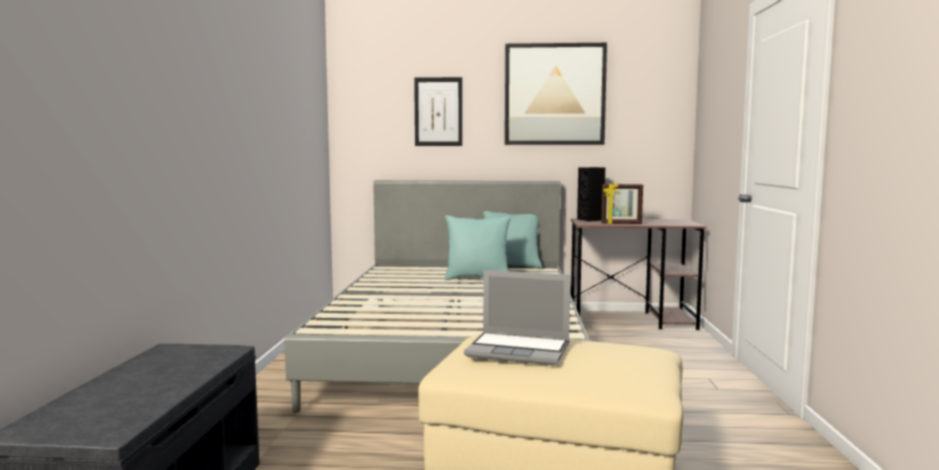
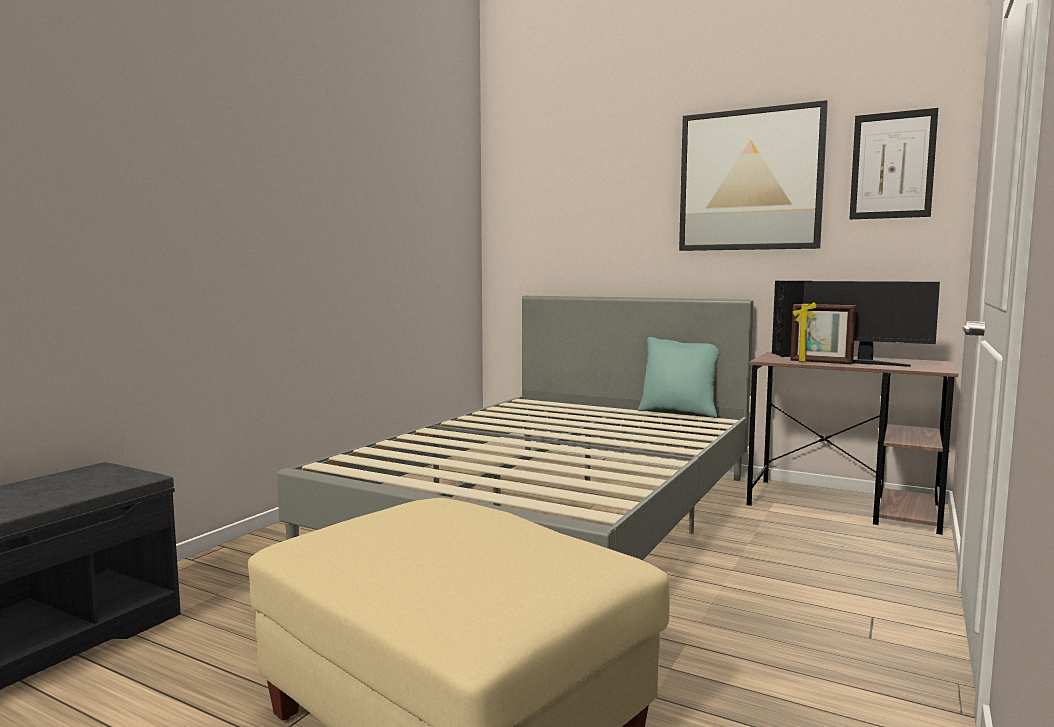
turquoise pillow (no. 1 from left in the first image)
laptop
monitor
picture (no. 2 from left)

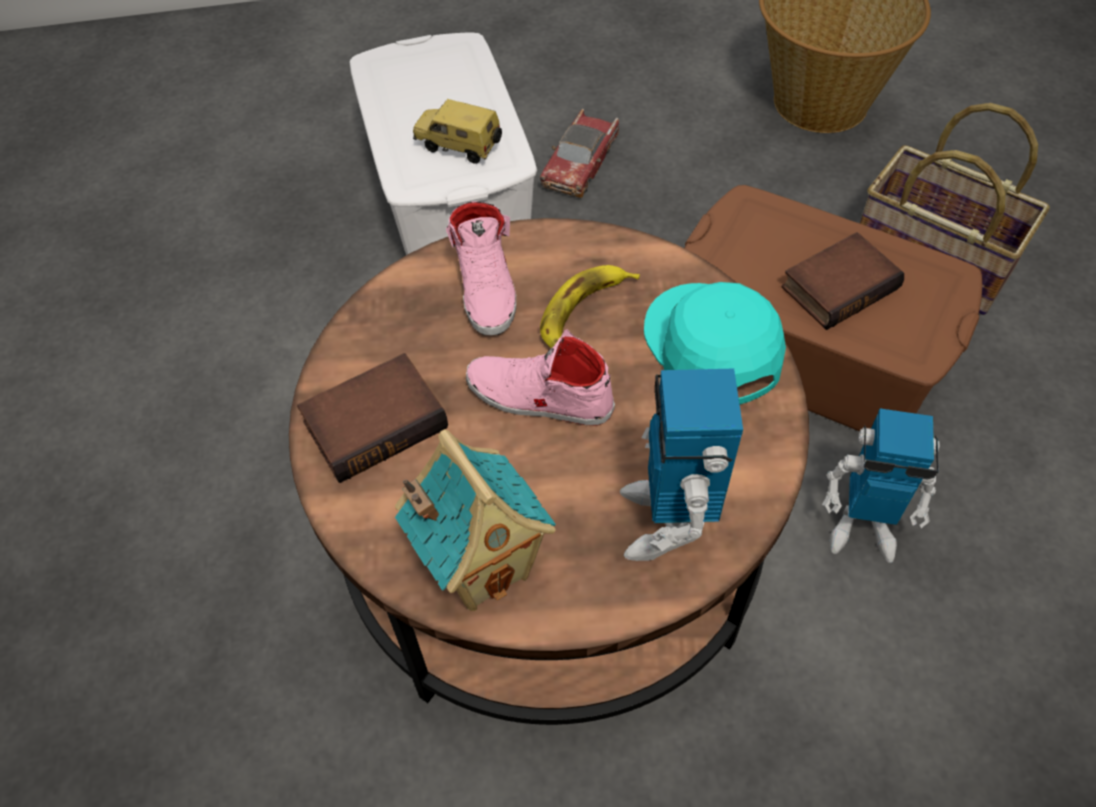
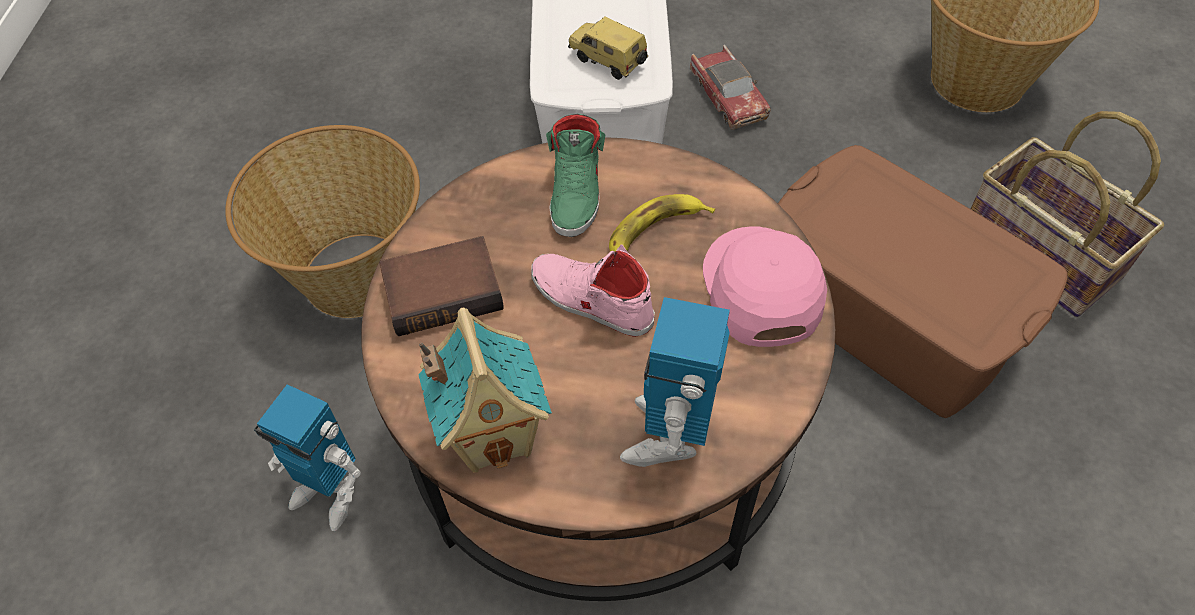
book (no. 2 from left in the first image)
basket (no. 1 from left)
toy robot (no. 1 from left)
green shoe
pink cap
toy car (no. 2 from left)

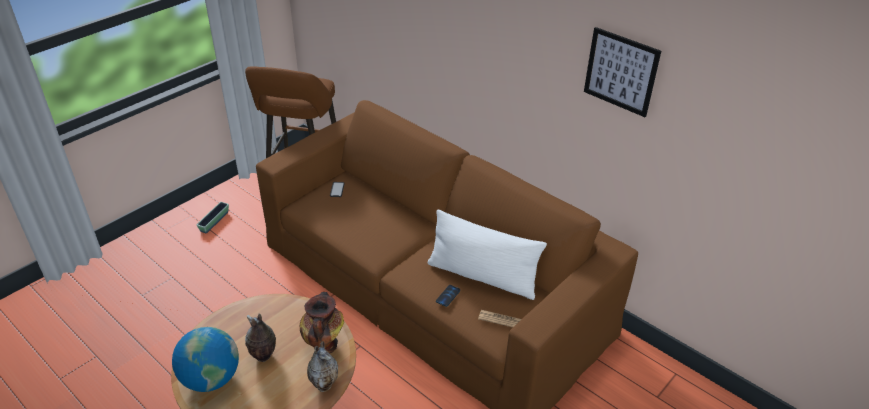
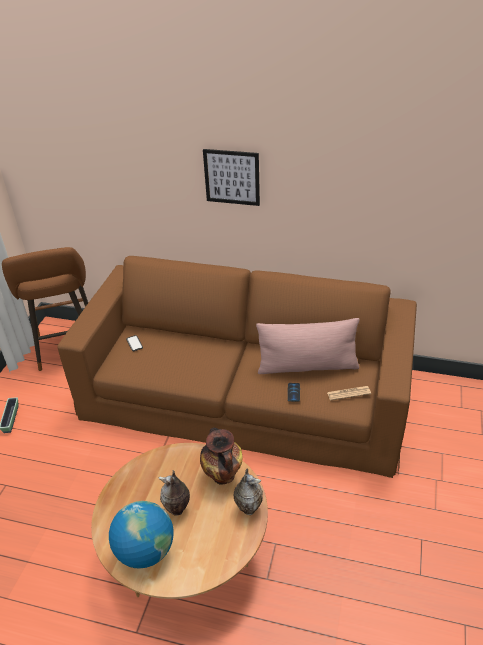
picture
pink pillow

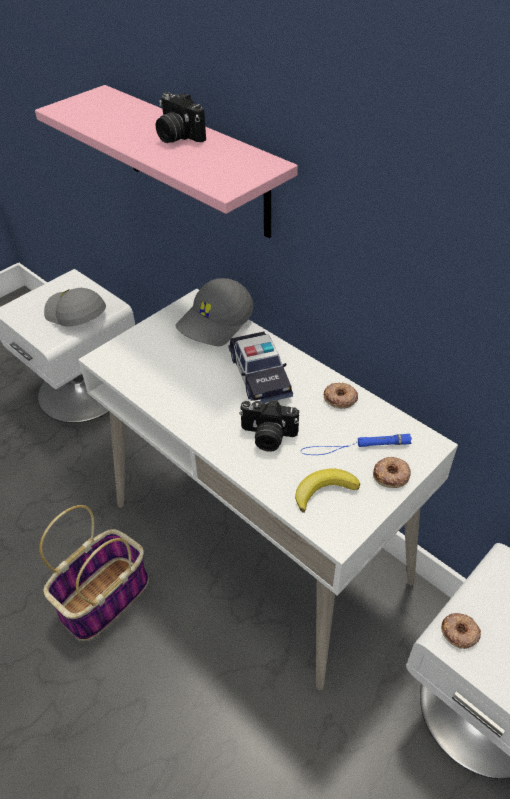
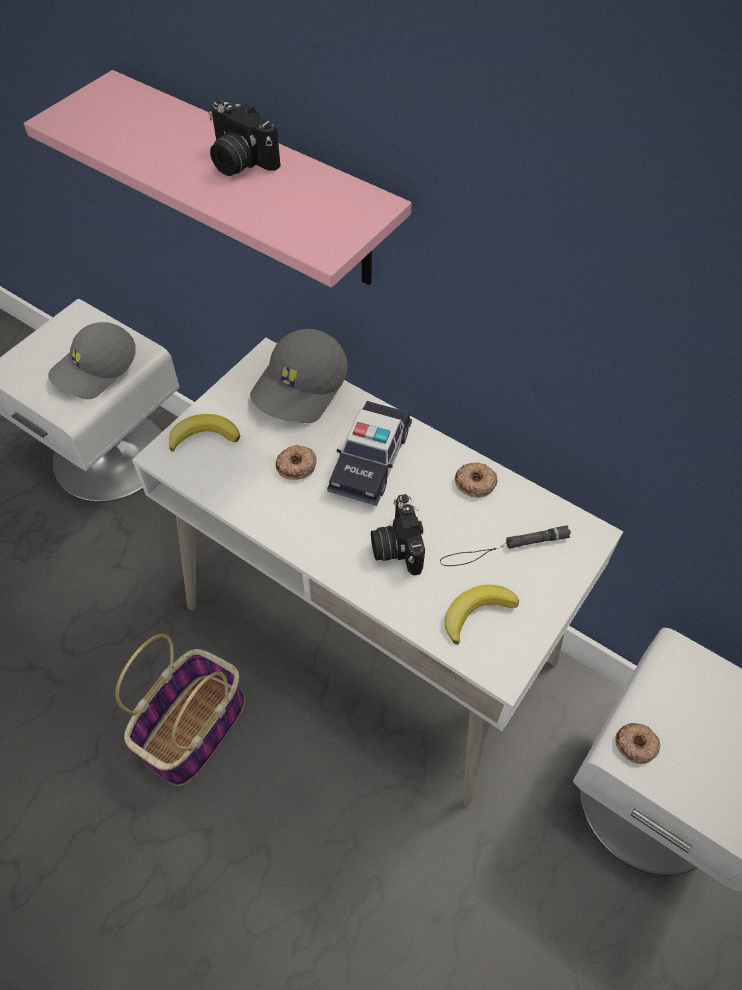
banana (no. 1 from left)
donut (no. 1 from left)
black flashlight
grey cap (no. 1 from left)
toy car
photo camera (no. 2 from left)

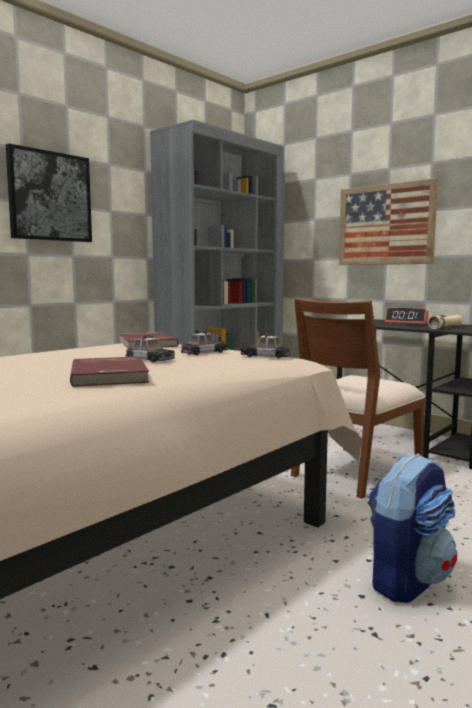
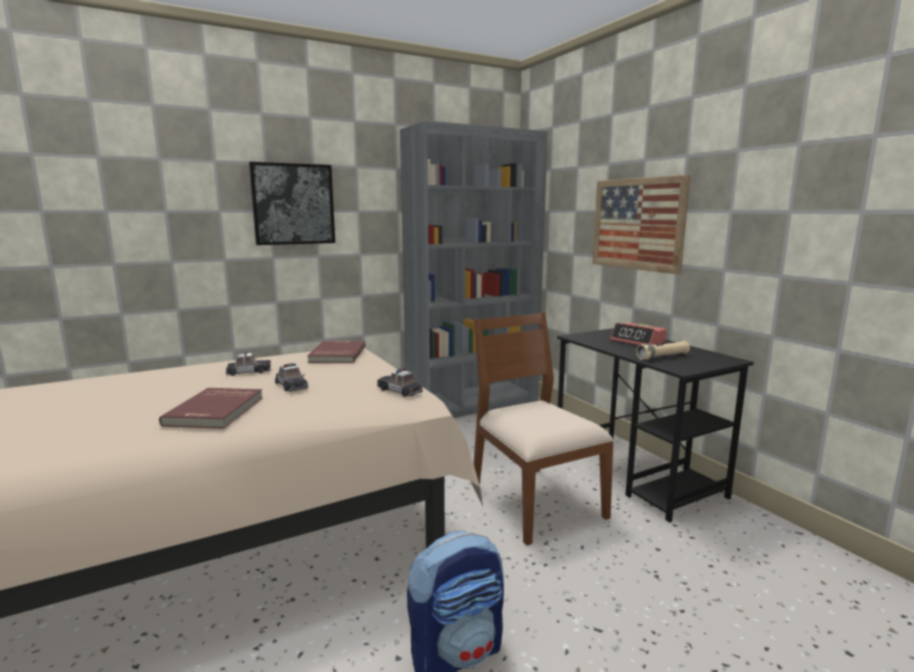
toy car (no. 1 from left)
brown chair

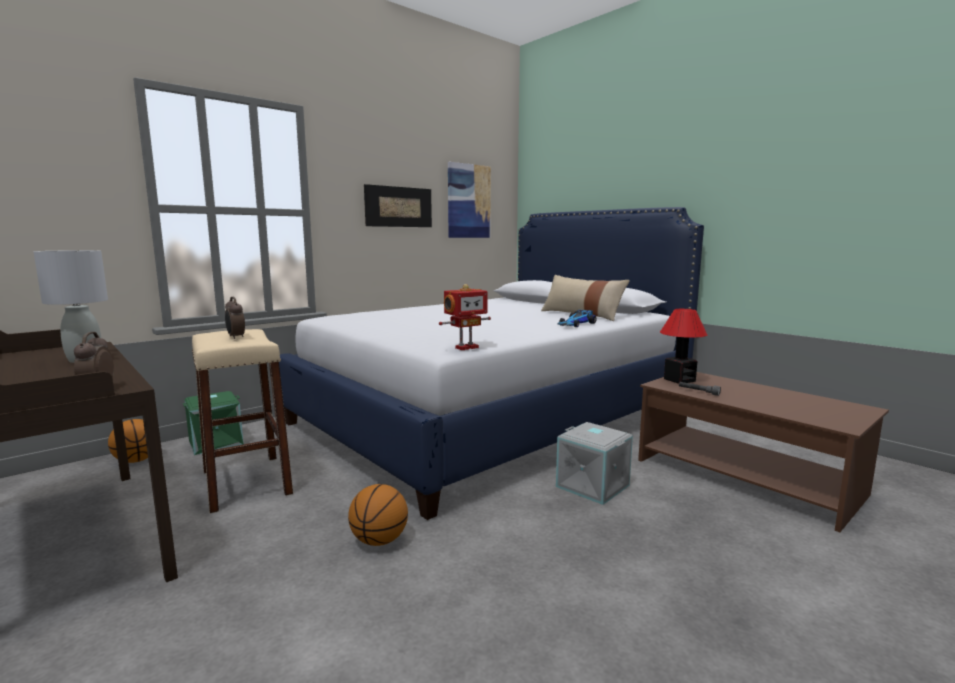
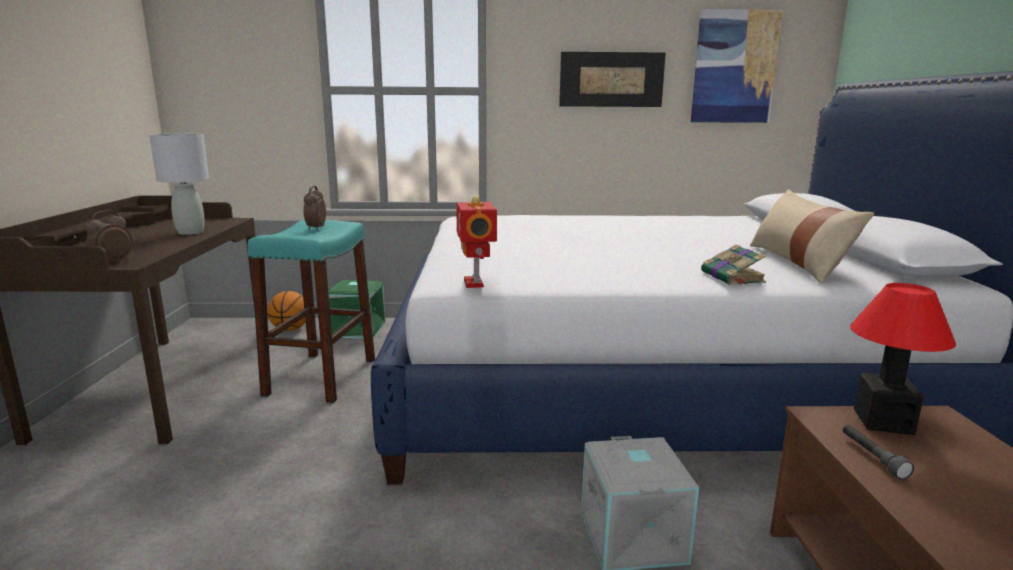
basketball (no. 2 from left in the first image)
book
turquoise stool
toy robot

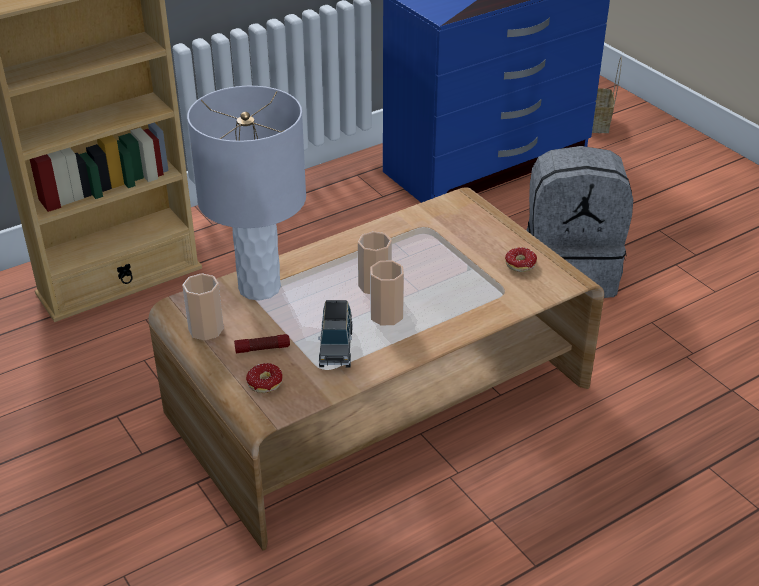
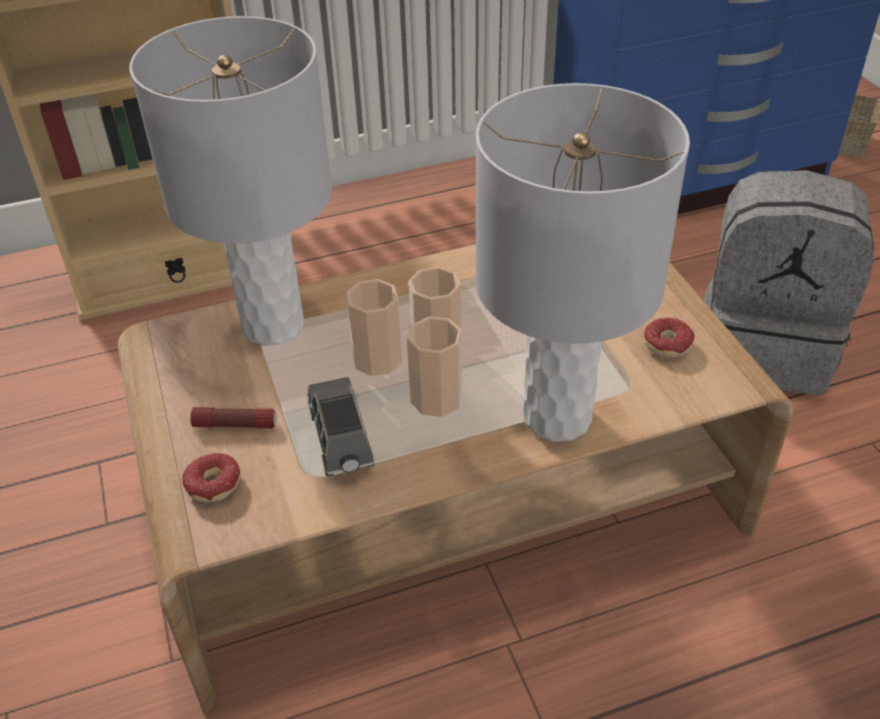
grey table lamp (no. 2 from left)
cup (no. 1 from left)
grey toy car

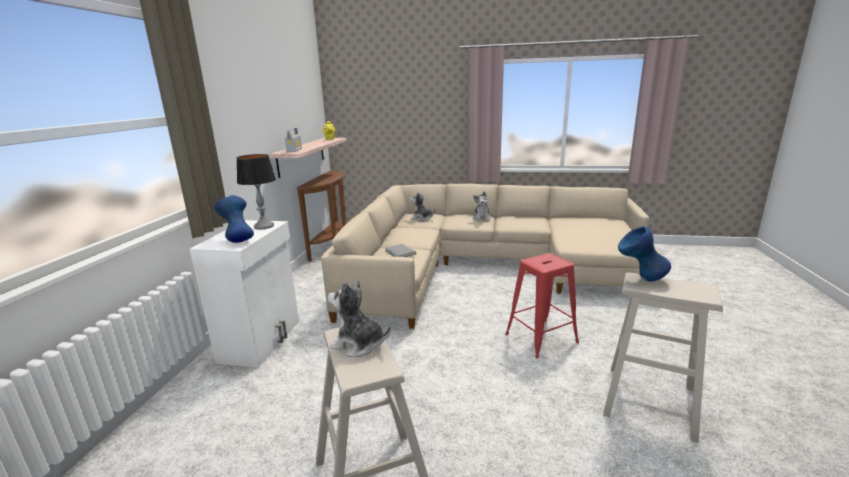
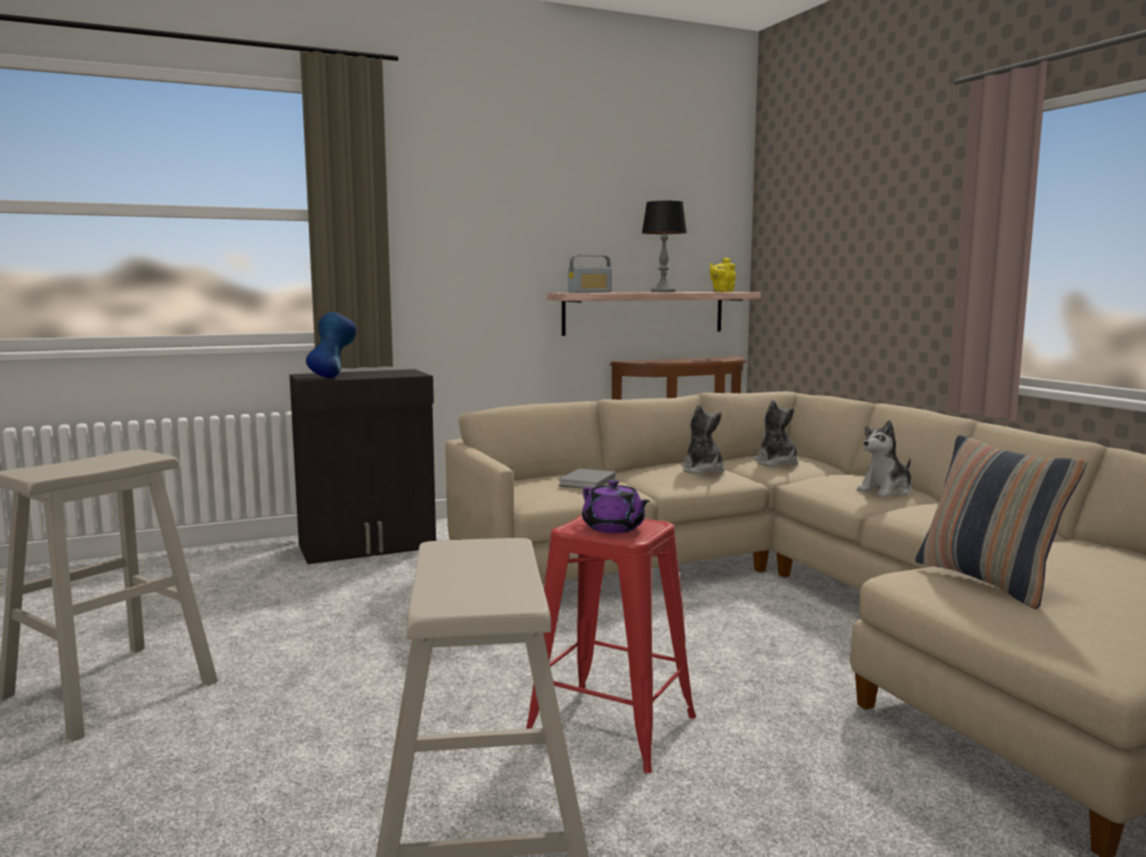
blue vase (no. 2 from left in the first image)
purple teapot
pillow
table lamp
plush toy (no. 1 from left)
black cabinet

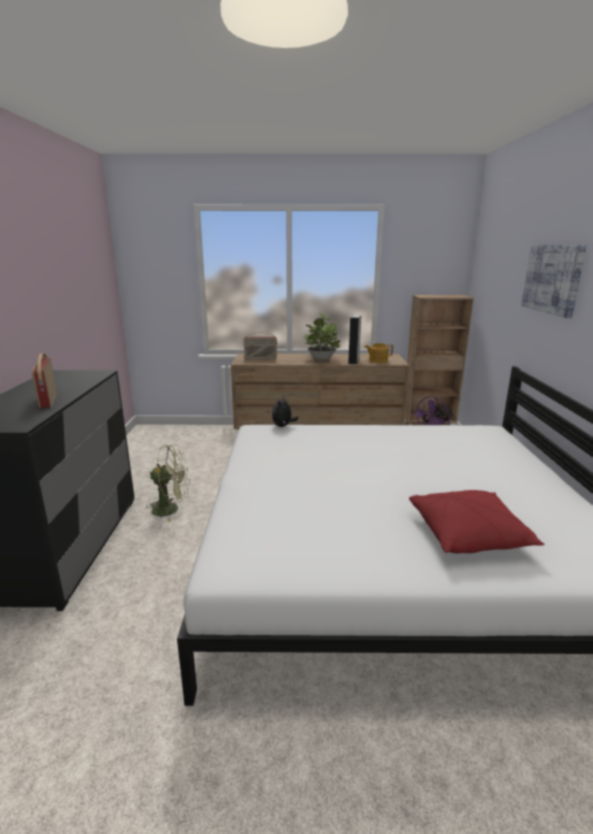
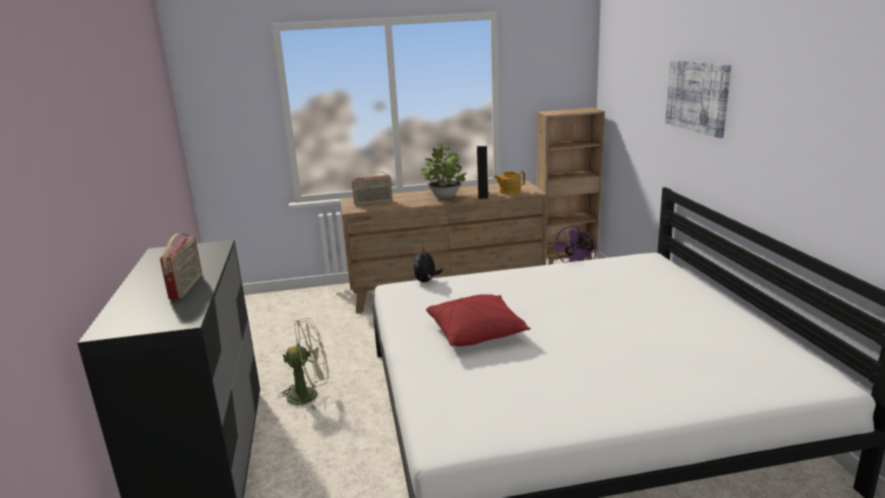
red pillow
radio (no. 1 from left)

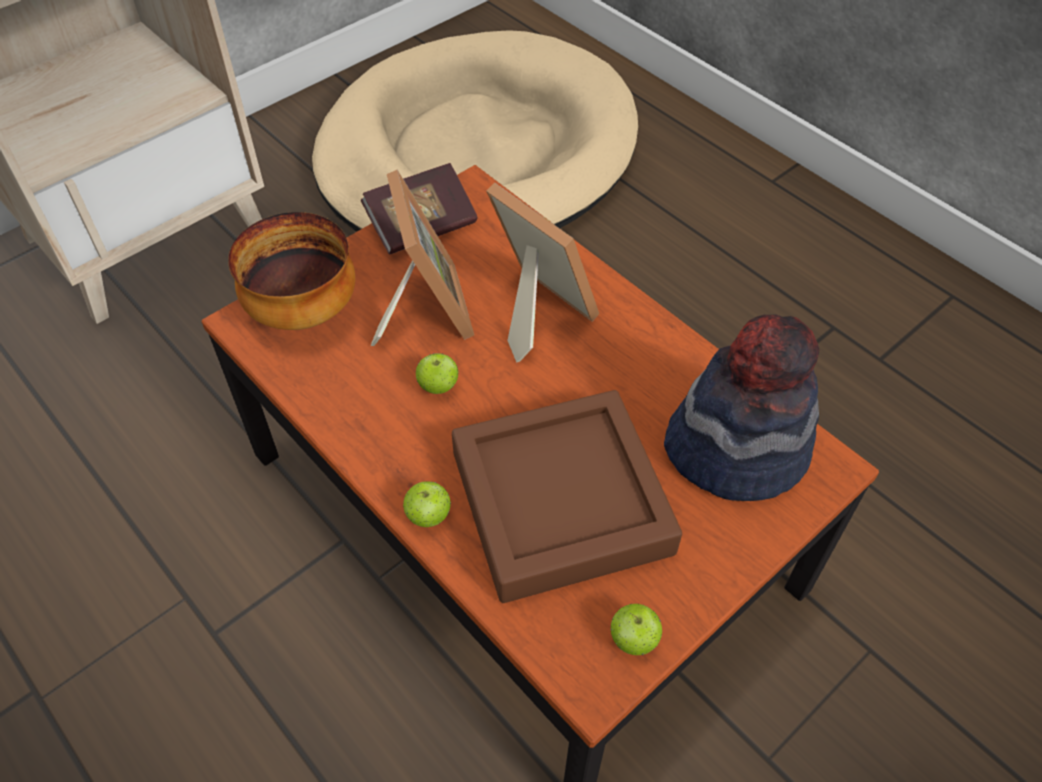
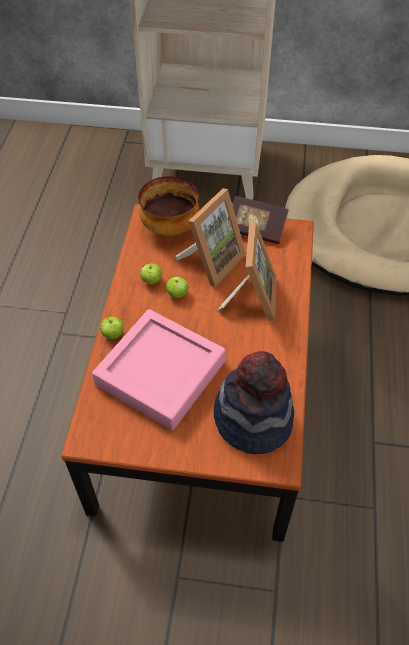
apple (no. 2 from left)
pink tray

